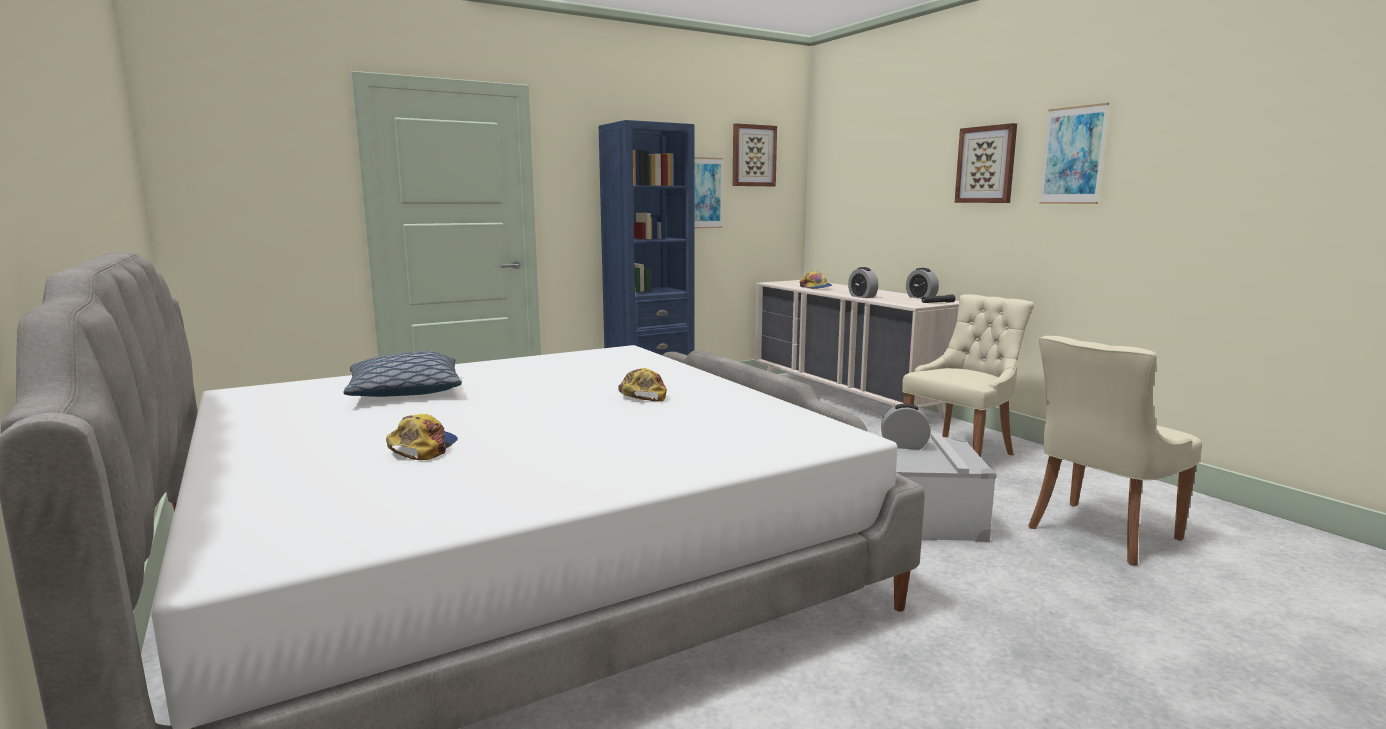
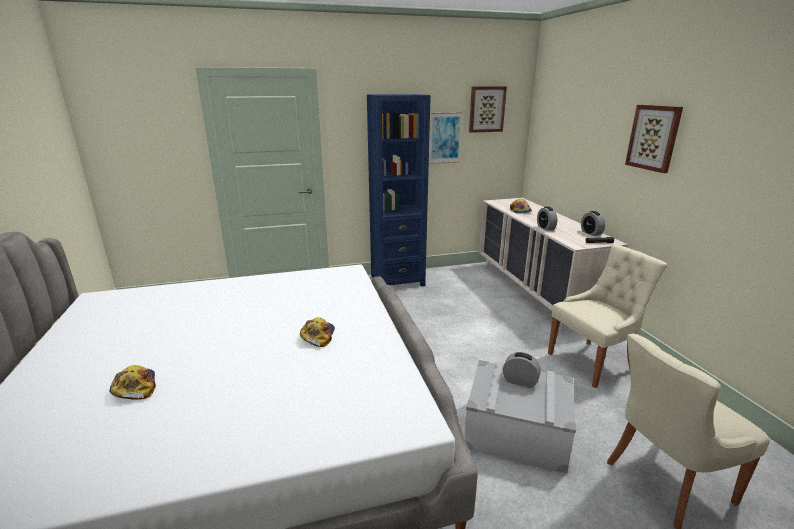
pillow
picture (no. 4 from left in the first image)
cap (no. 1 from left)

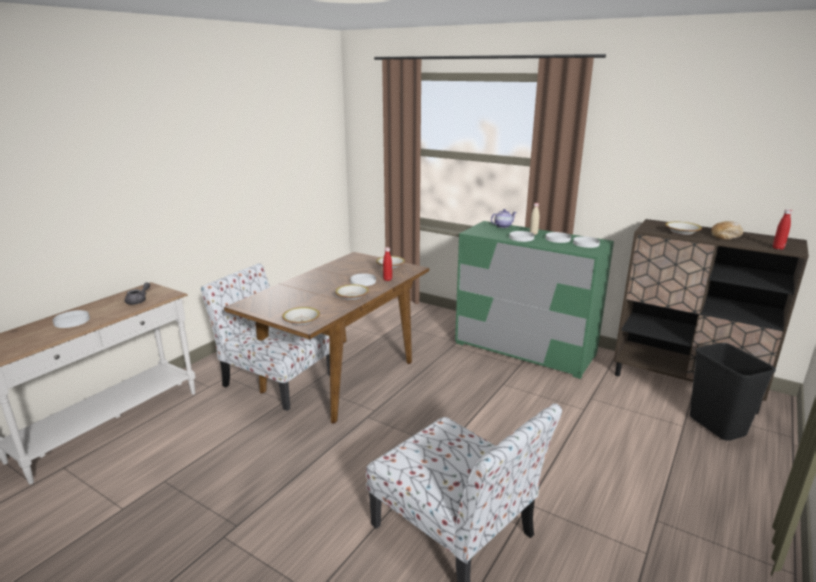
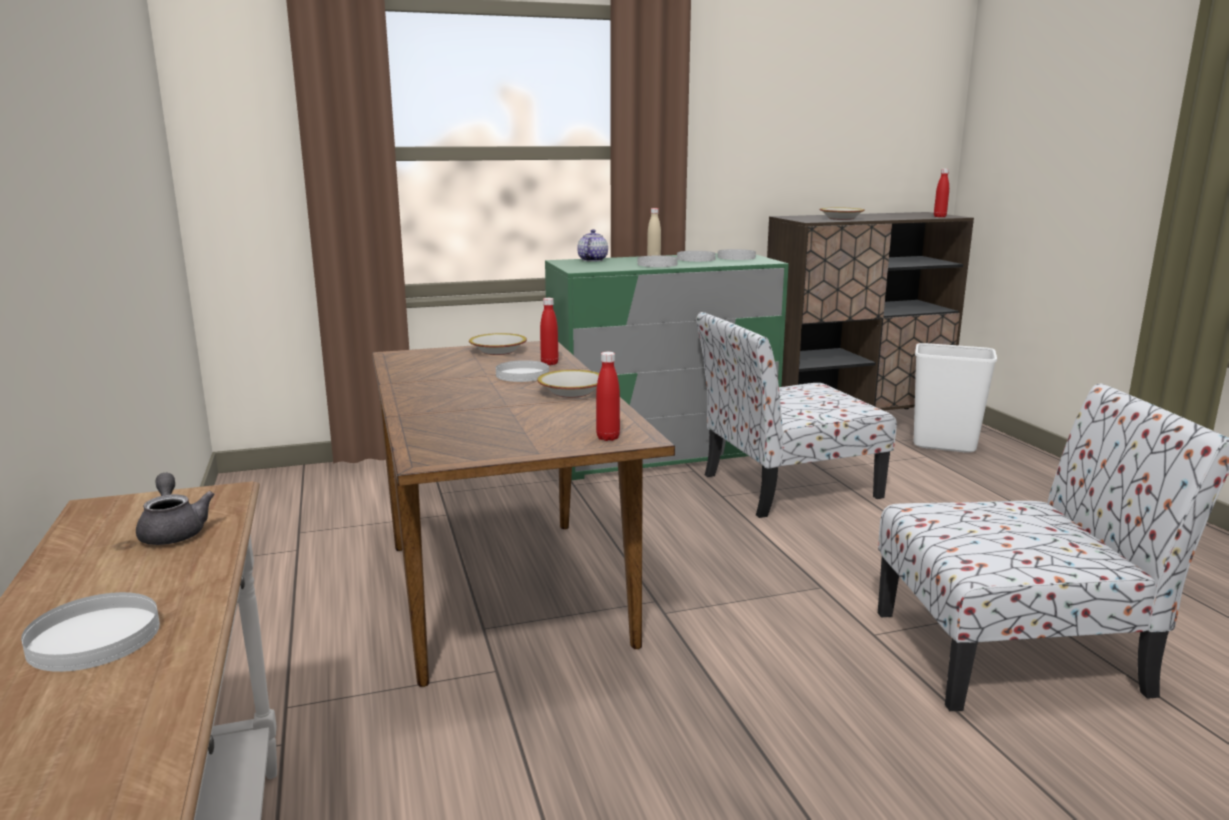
bread
chair (no. 1 from left)
red bottle (no. 2 from left)
white trash can

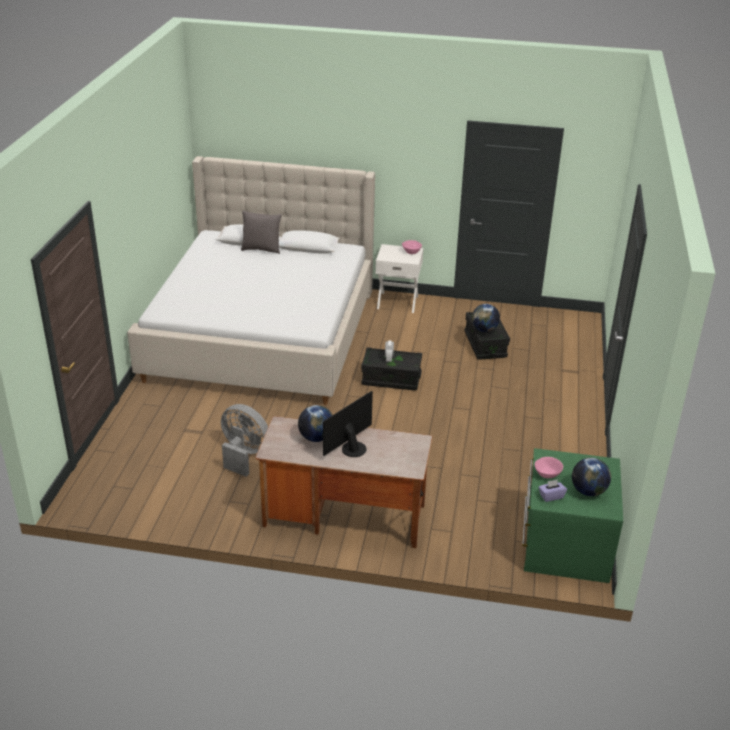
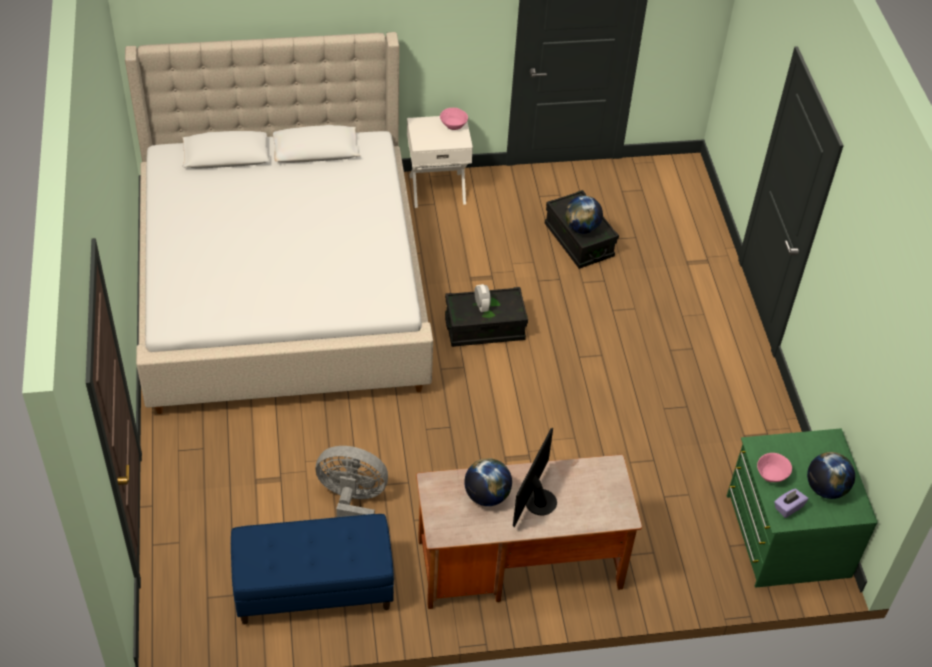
grey pillow
blue bench

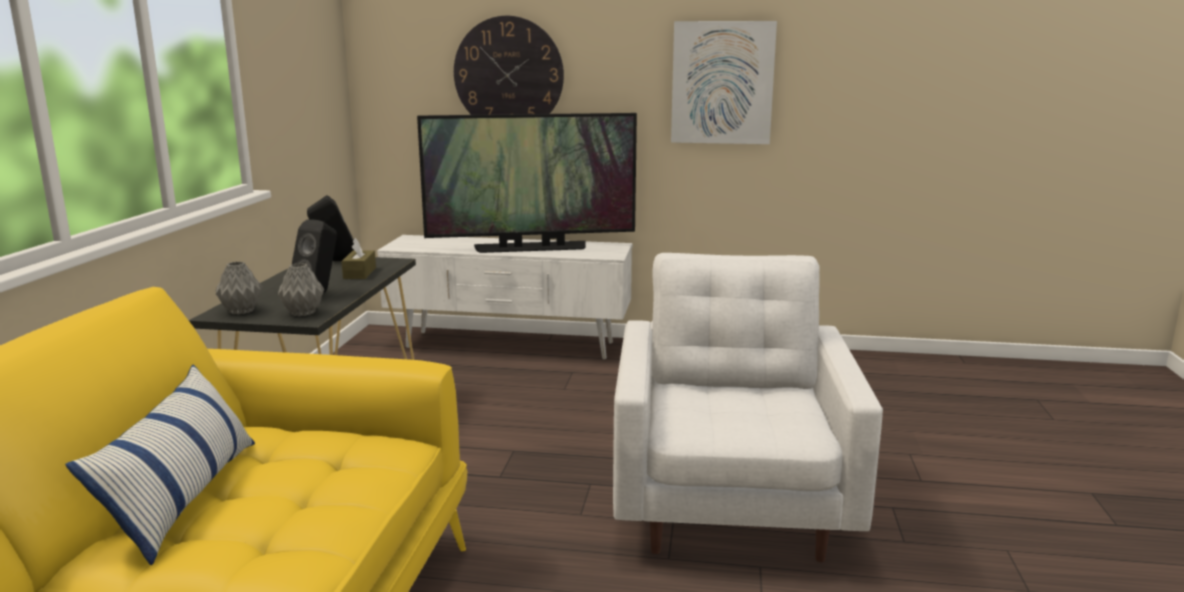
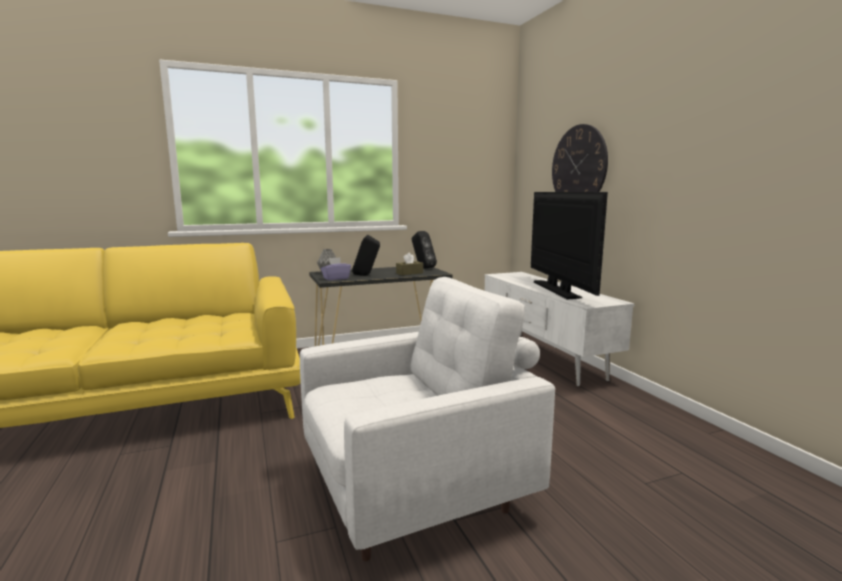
pillow
picture
purple tissue box
television

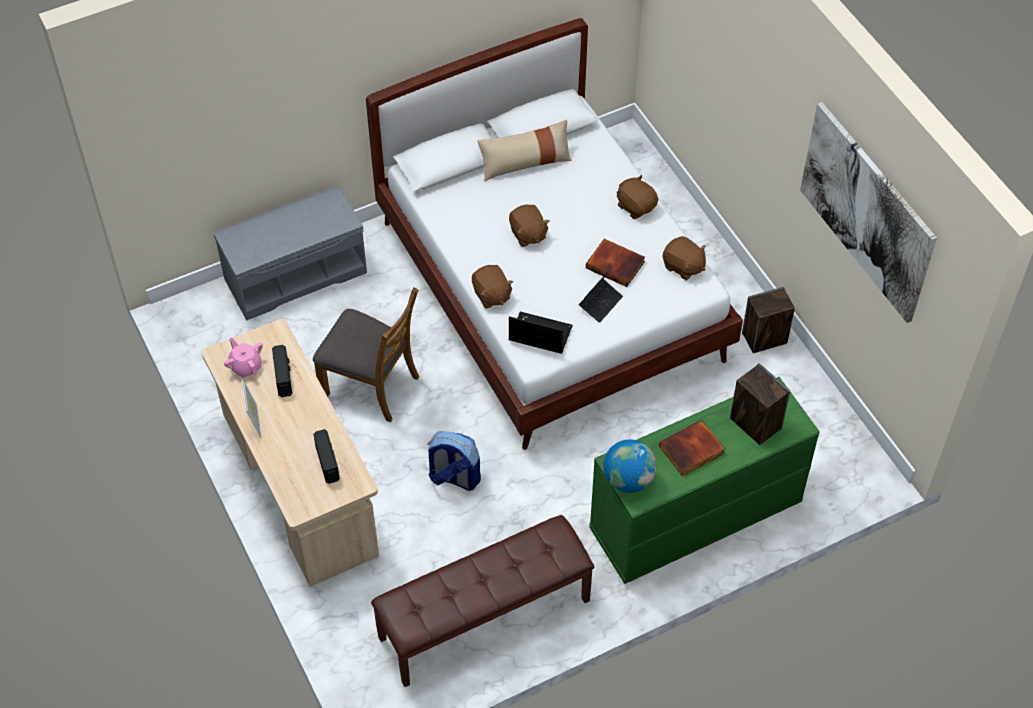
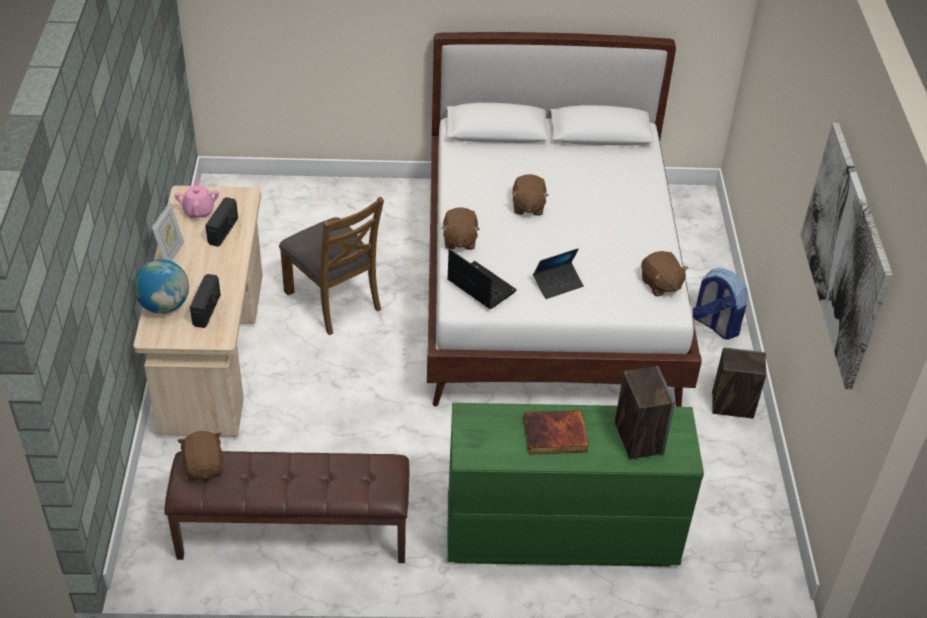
grey bench
beige pillow
book (no. 1 from left in the first image)
backpack
globe
brown plush toy (no. 1 from left)

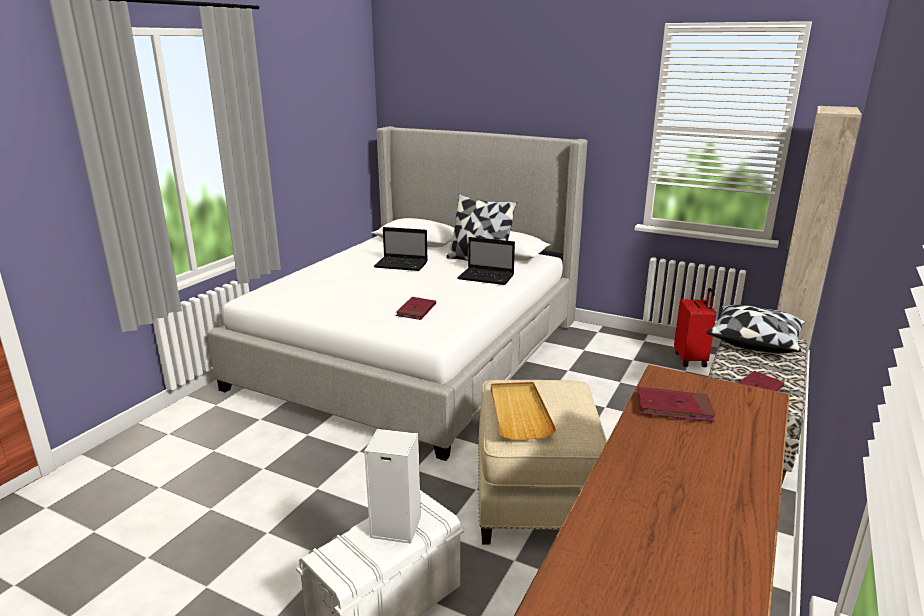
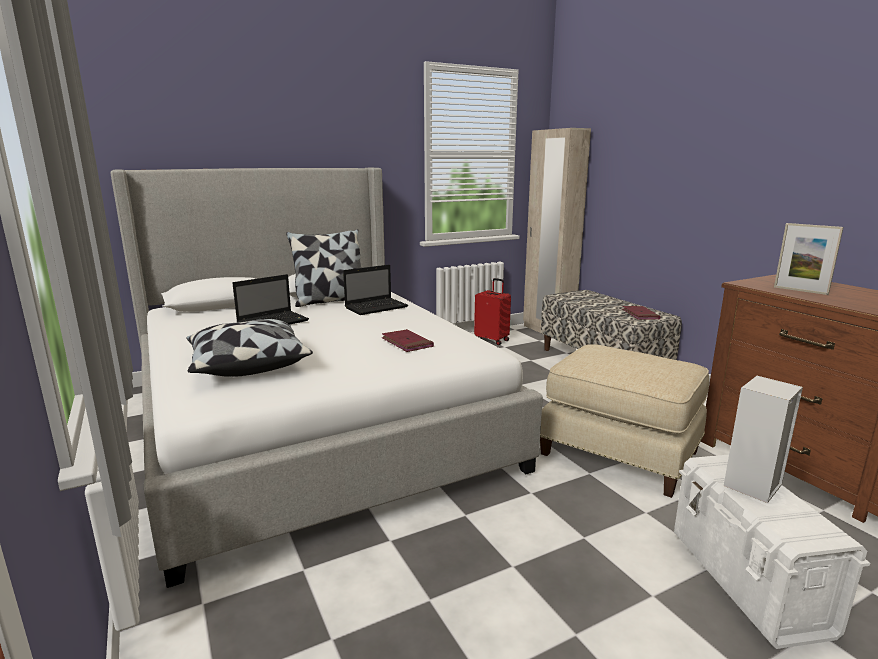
beige tray
pillow (no. 1 from left)
picture frame

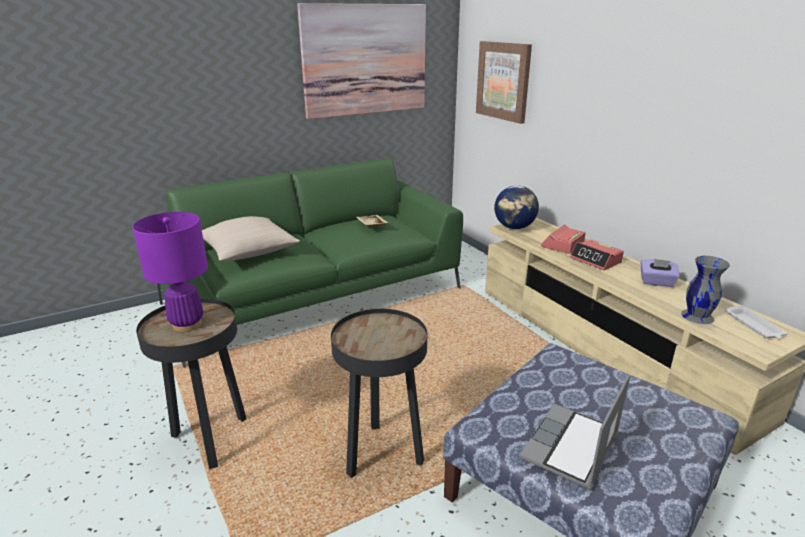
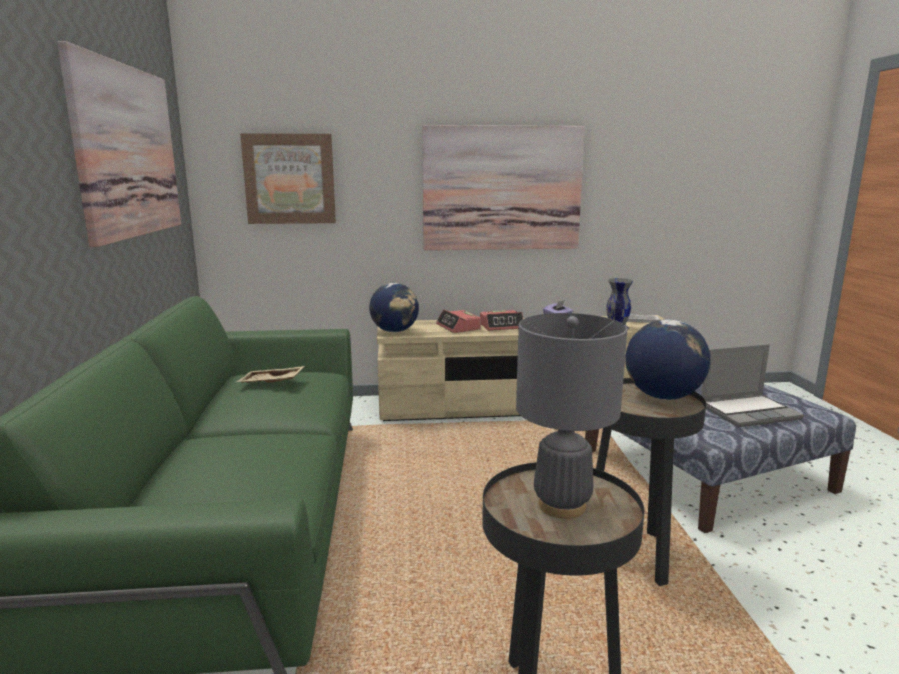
beige pillow
picture (no. 3 from left)
globe (no. 2 from left)
grey table lamp
laptop

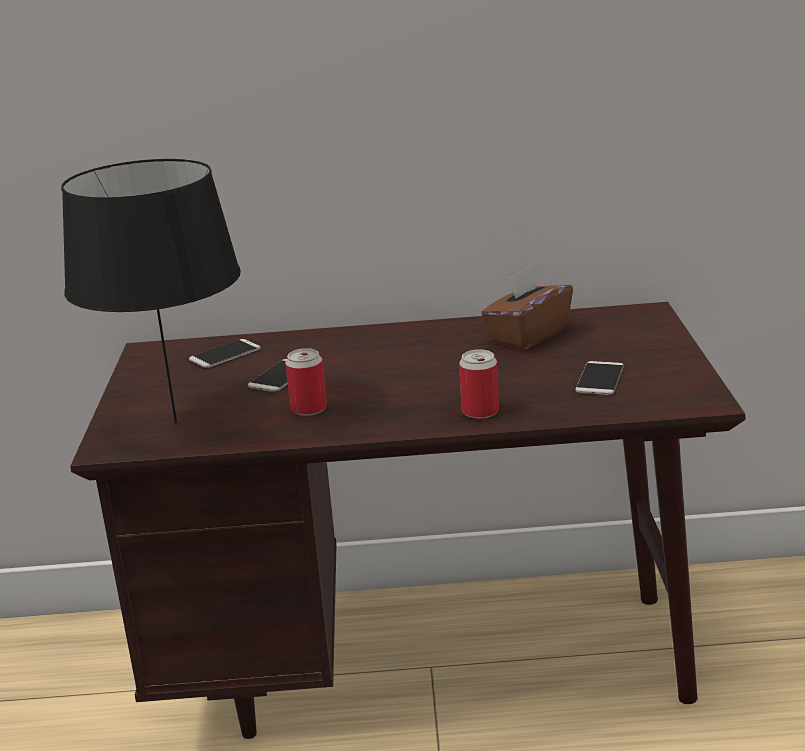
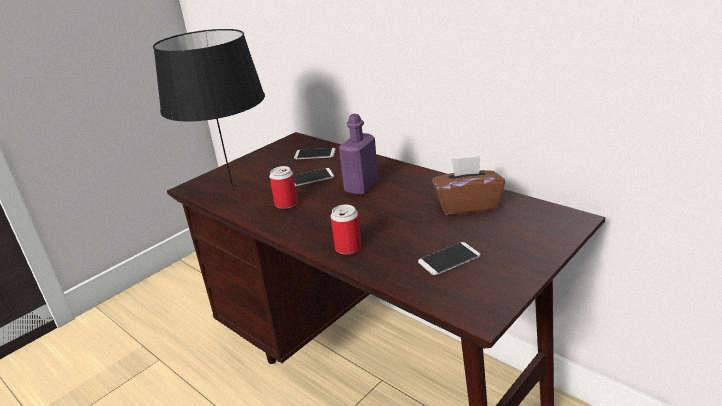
purple bottle

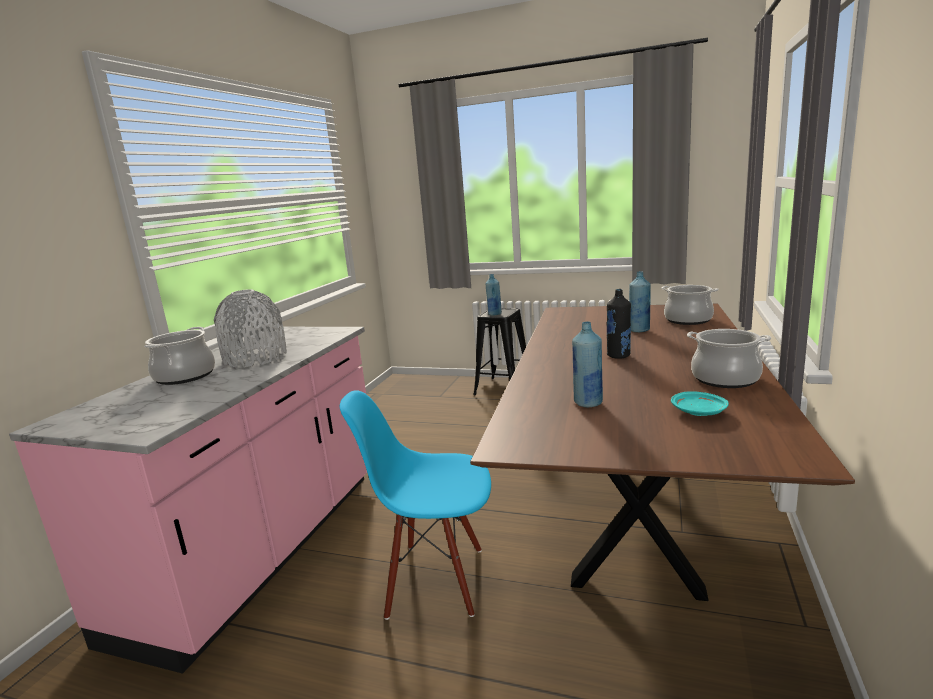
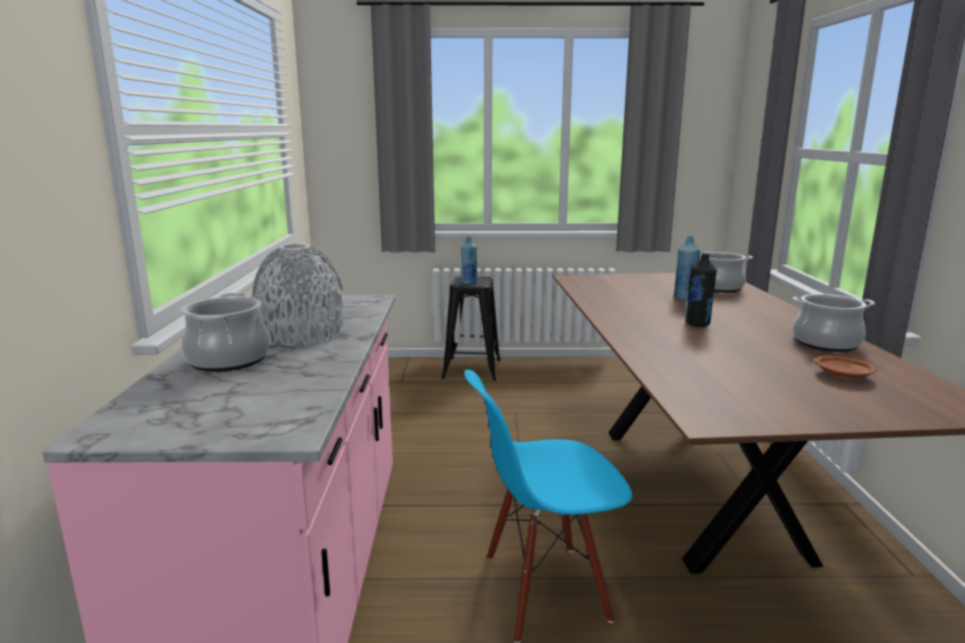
blue bottle (no. 2 from left in the first image)
brown plate

